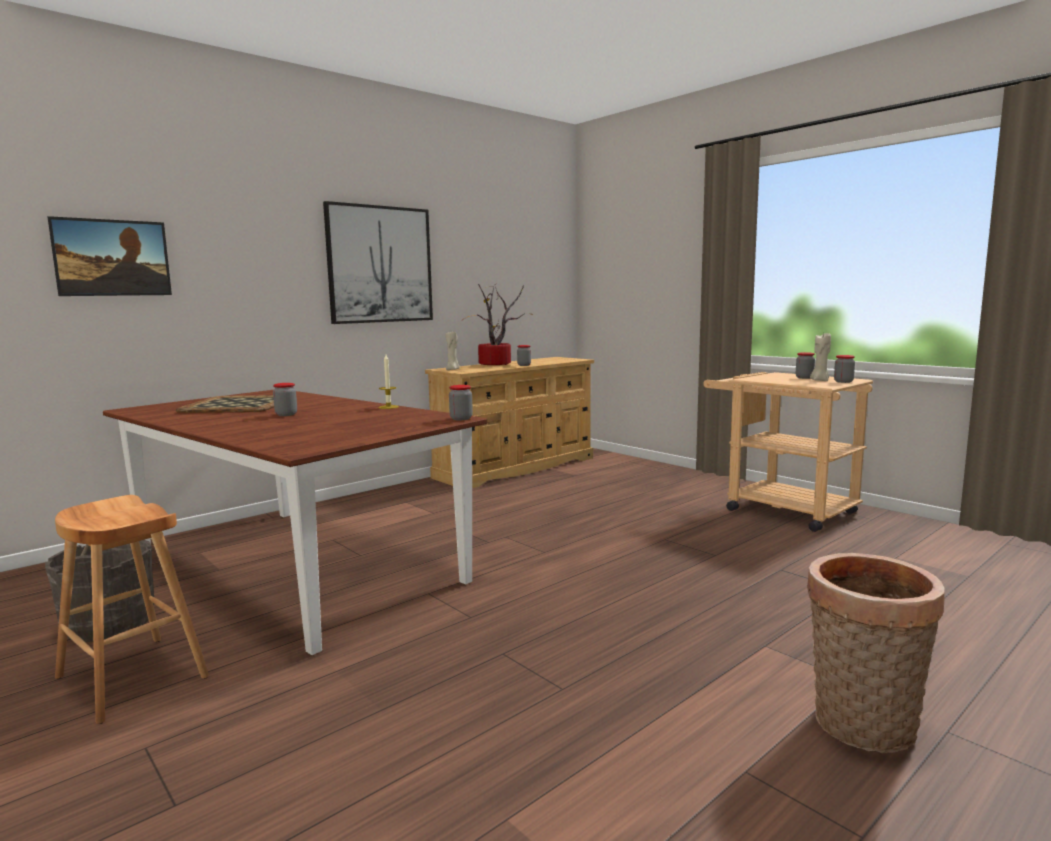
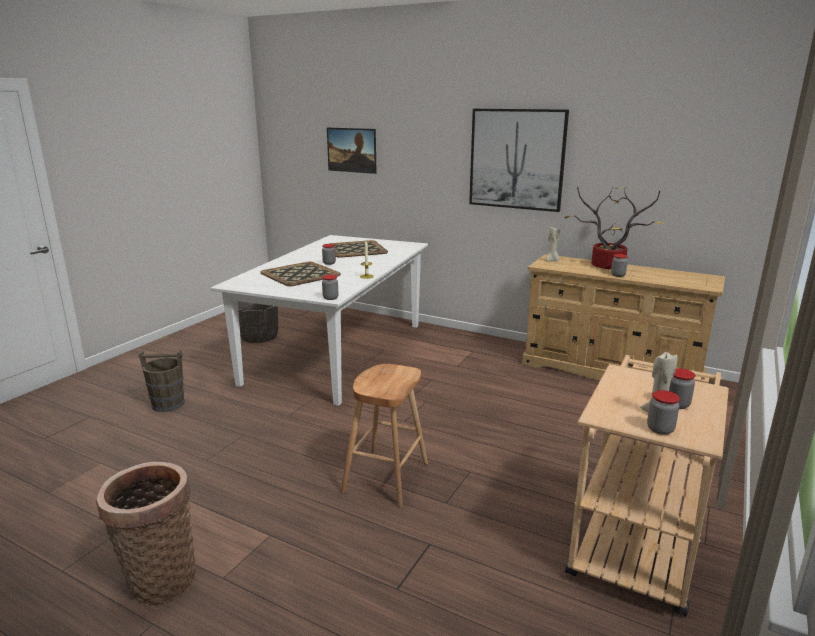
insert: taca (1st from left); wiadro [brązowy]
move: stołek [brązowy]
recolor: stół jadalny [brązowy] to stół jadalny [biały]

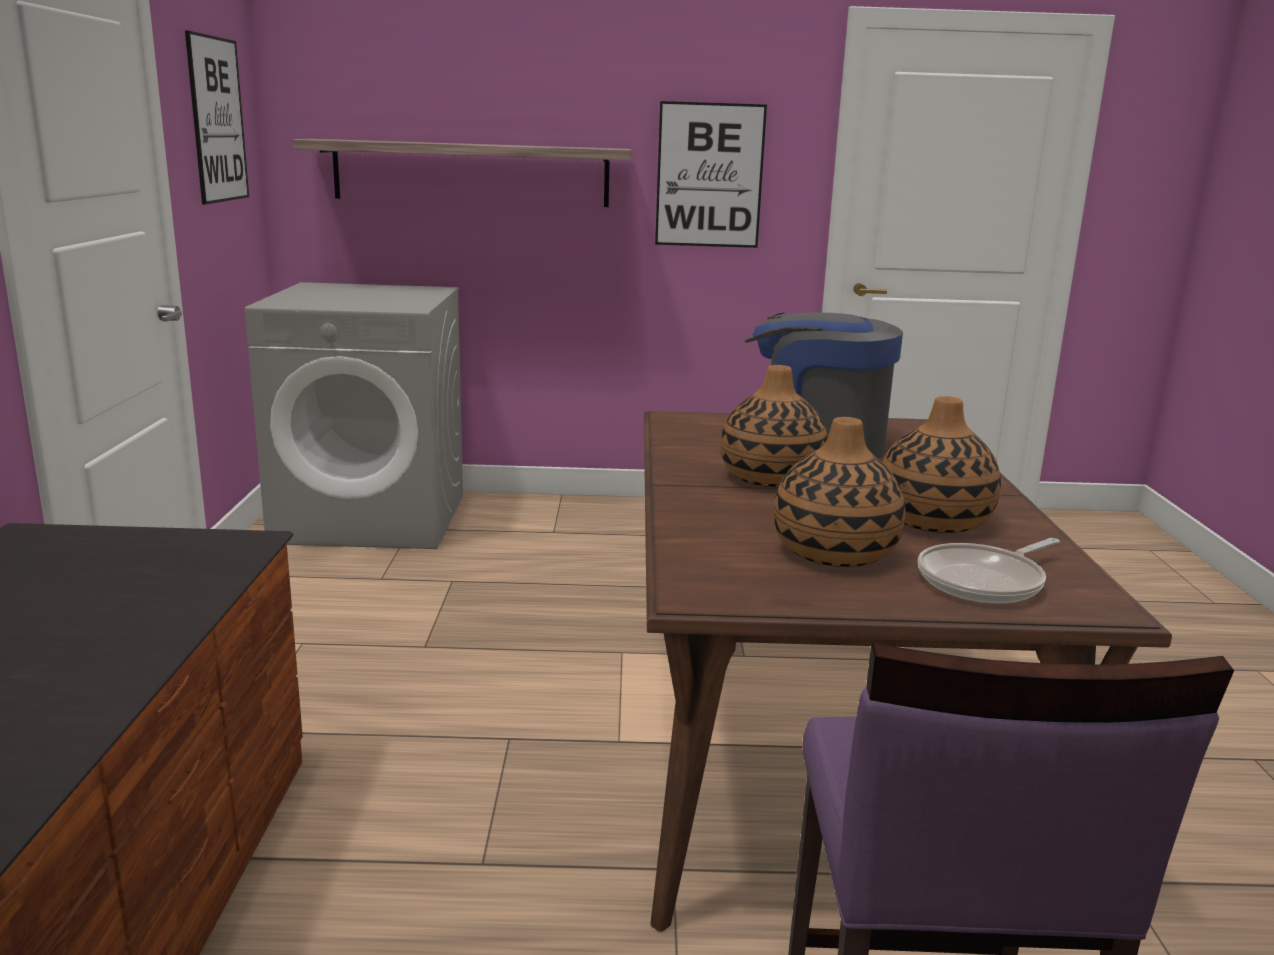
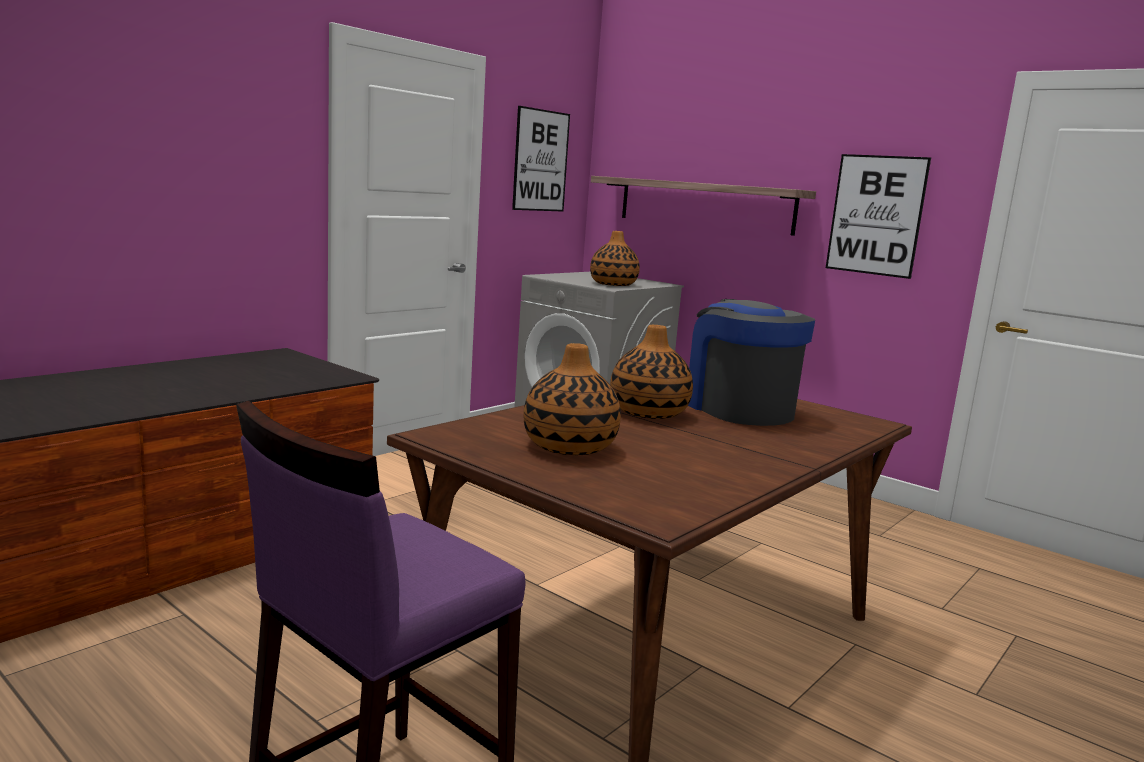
delete: patelnia
move: wazon (3rd from left in the first image) to wazon (2nd from left)

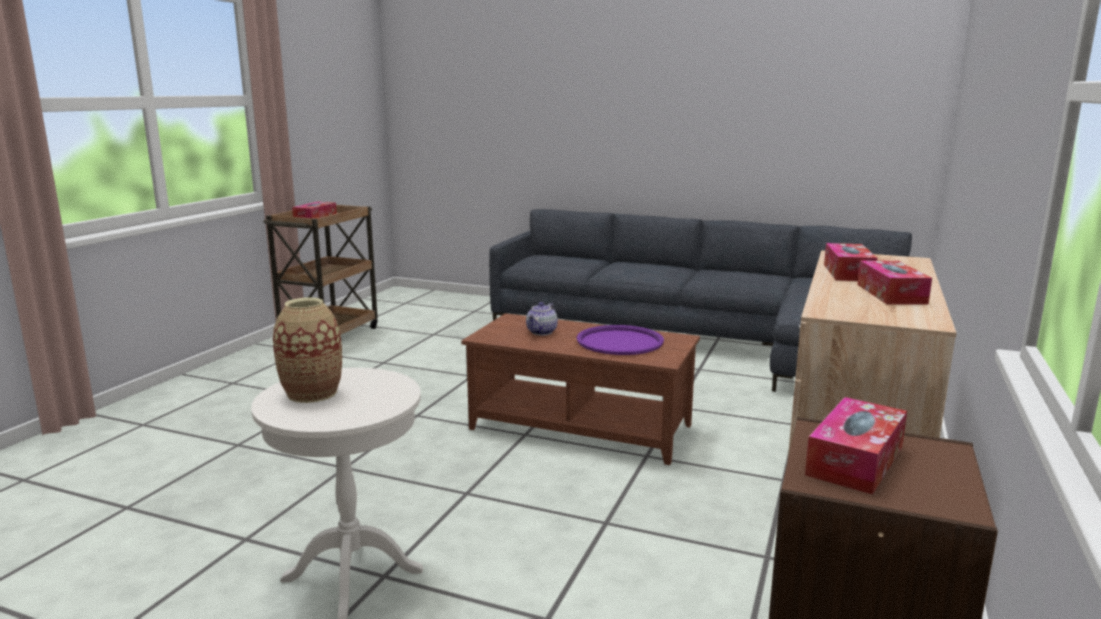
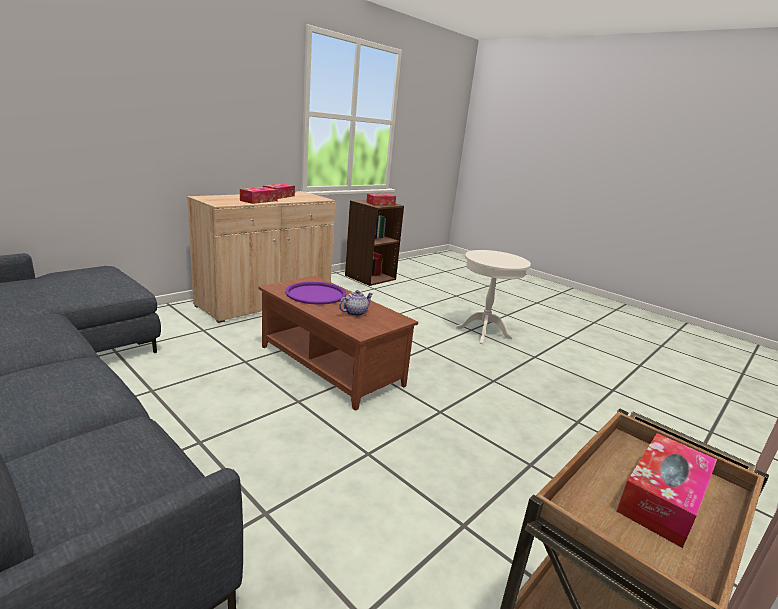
delete: wazon

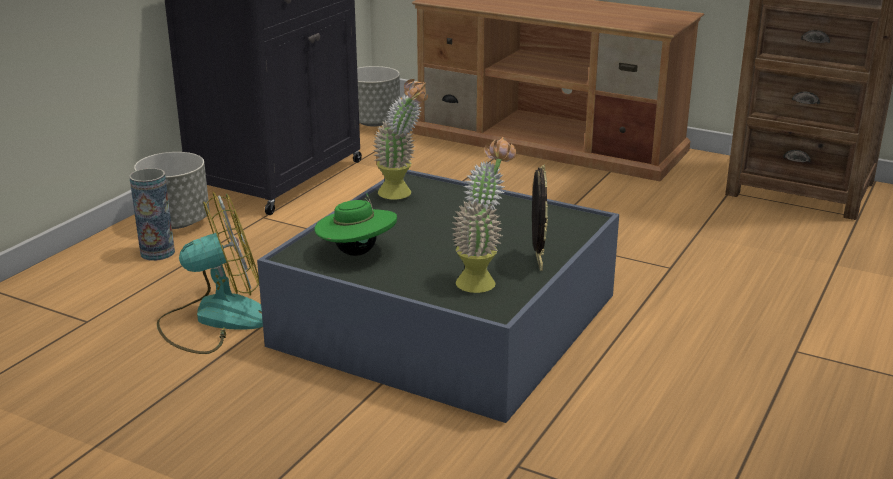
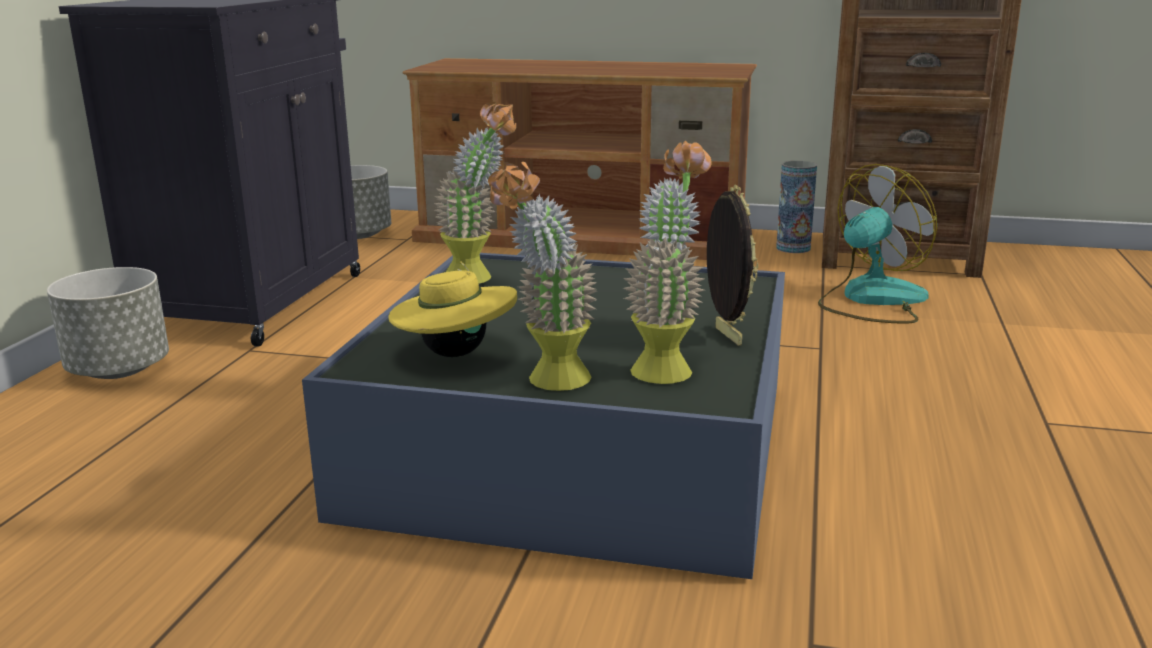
insert: roślina doniczkowa (2nd from left)
move: wazon; wentylator
recolor: kapelusz [zielony] to kapelusz [żółty]

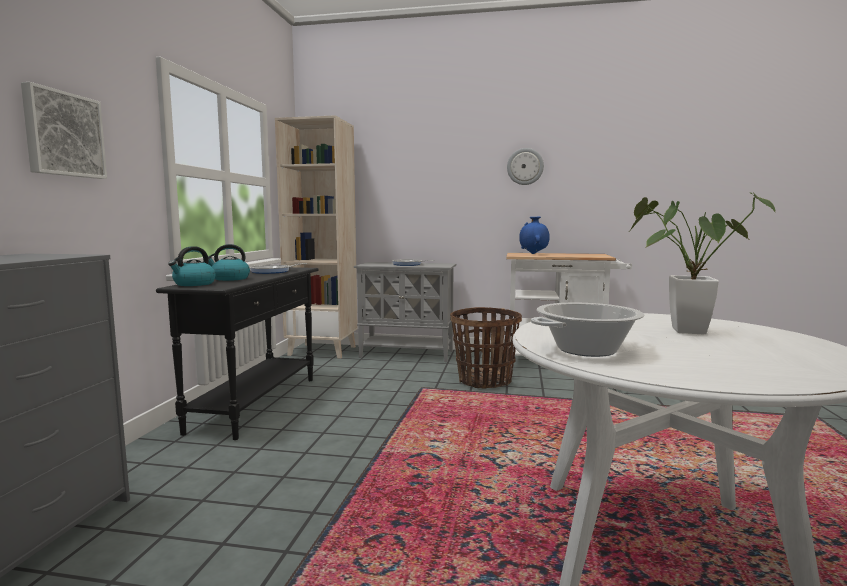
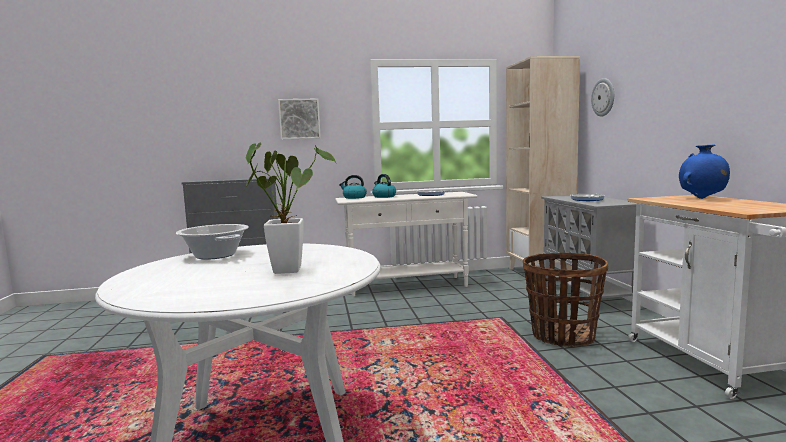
move: zegar ścienny
recolor: stolik konsolowy [czarny] to stolik konsolowy [biały]

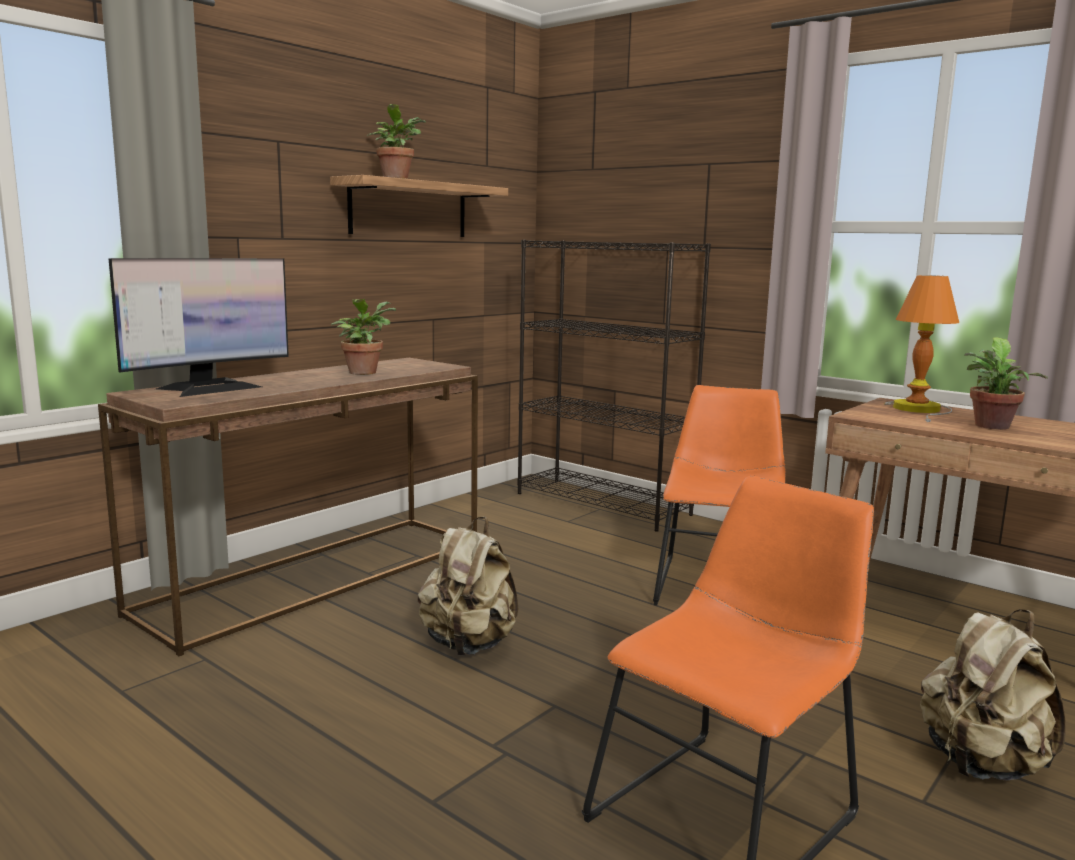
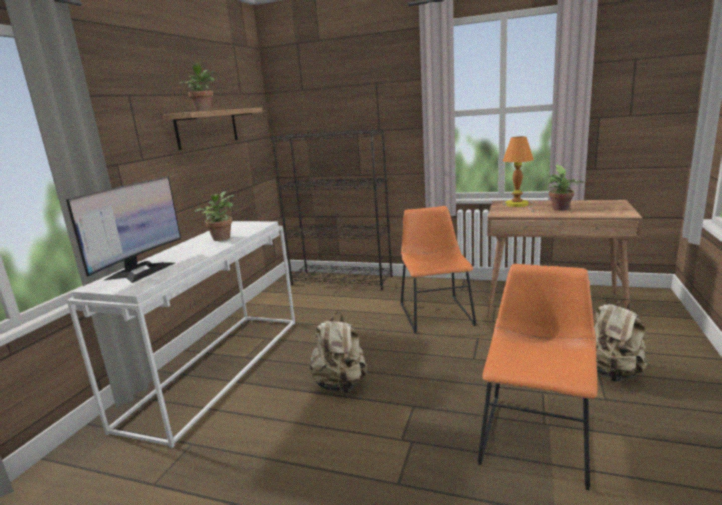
recolor: stolik konsolowy [brązowy] to stolik konsolowy [biały]

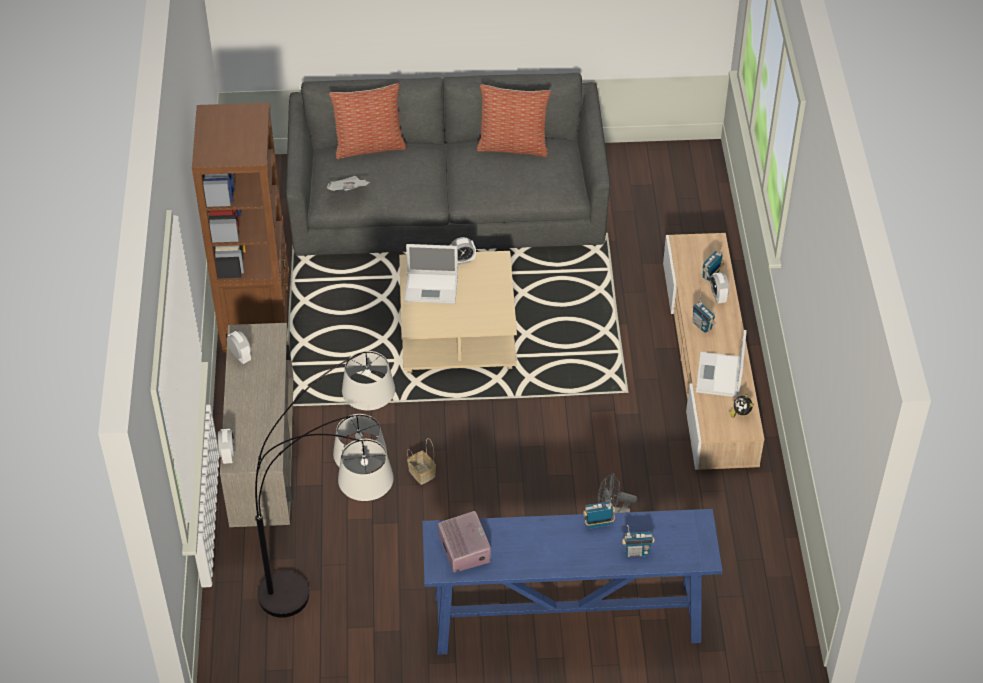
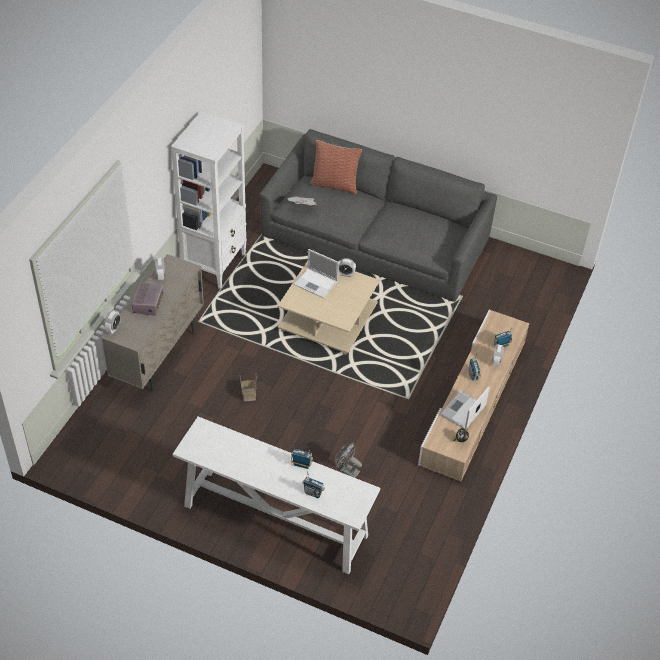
delete: poduszka (2nd from left); lampa stojąca
move: radio (1st from left)
recolor: regał [brązowy] to regał [biały]; stolik konsolowy [niebieski] to stolik konsolowy [biały]

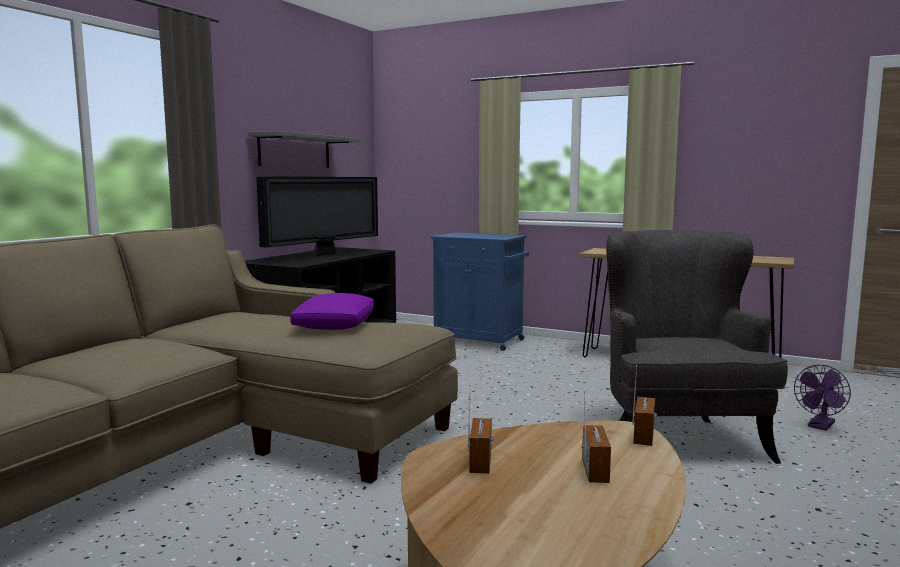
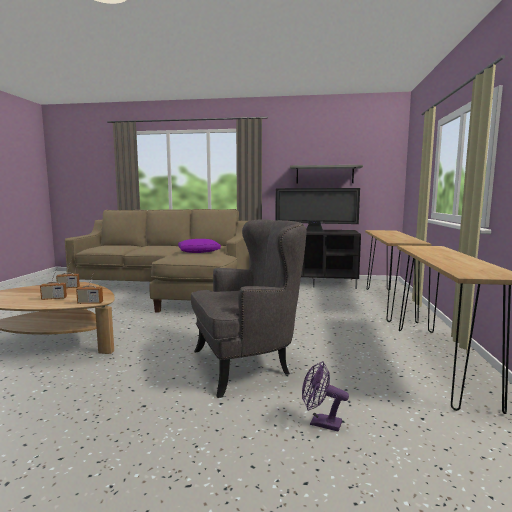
replace: szafka [niebieski] to stolik konsolowy [brązowy] (1st from left)

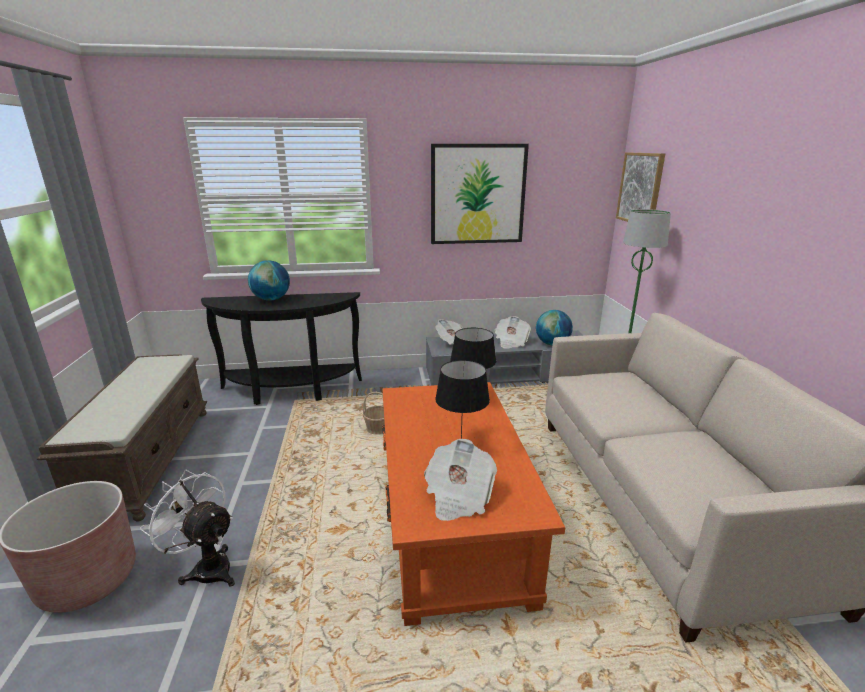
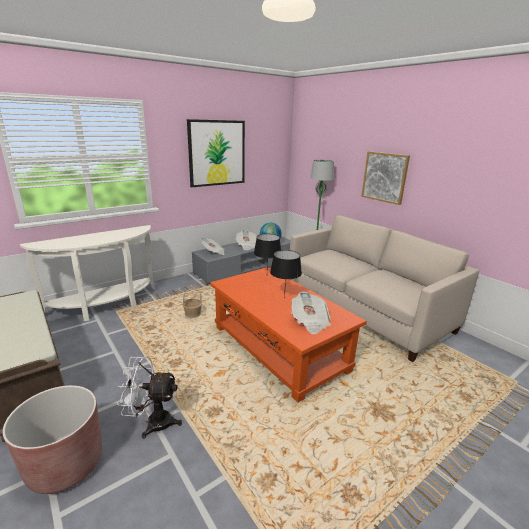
delete: globus (1st from left)
move: obraz (2nd from left)
recolor: stolik konsolowy [czarny] to stolik konsolowy [biały]

